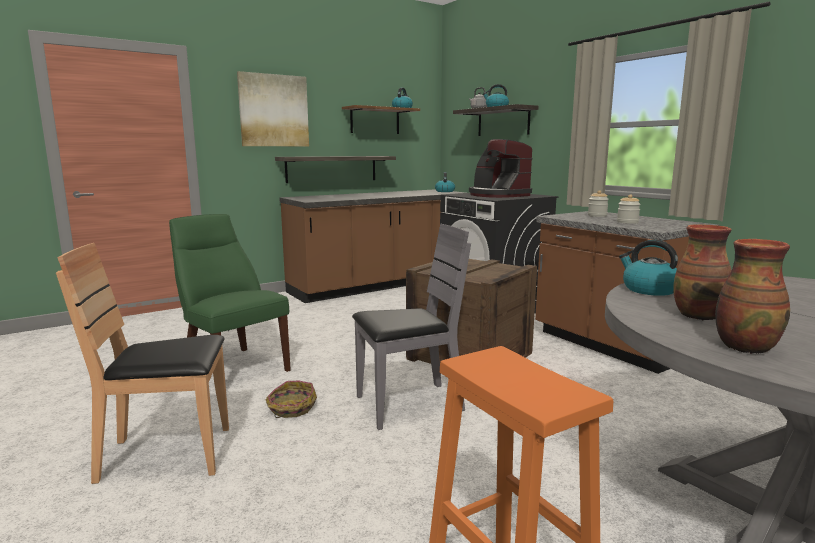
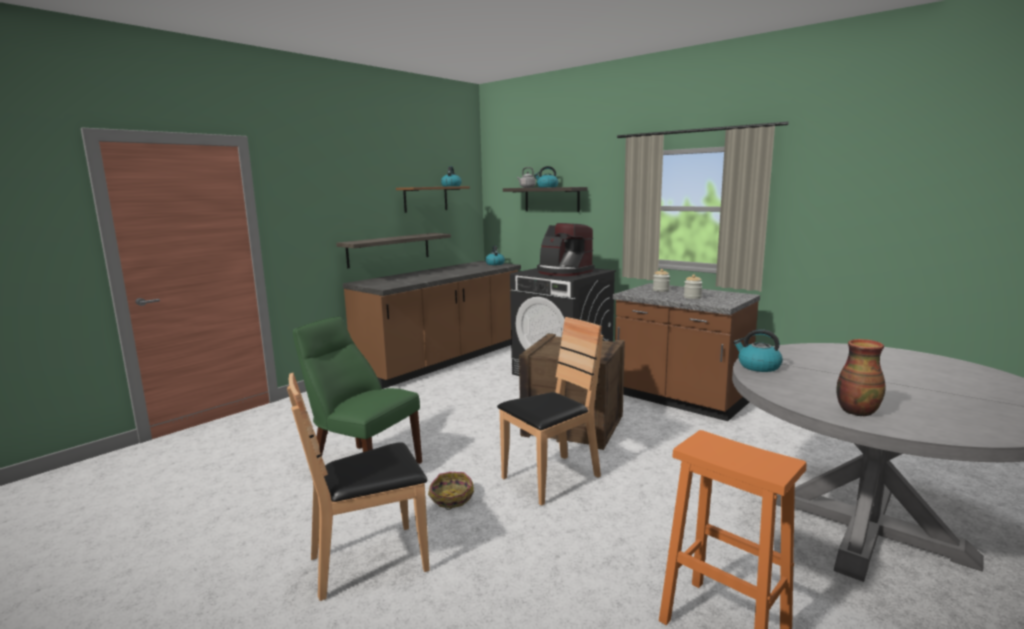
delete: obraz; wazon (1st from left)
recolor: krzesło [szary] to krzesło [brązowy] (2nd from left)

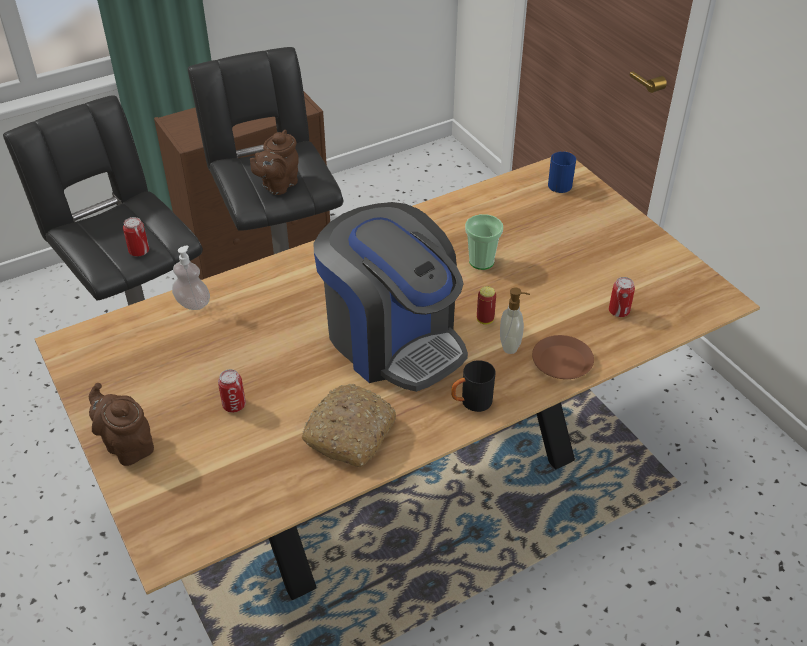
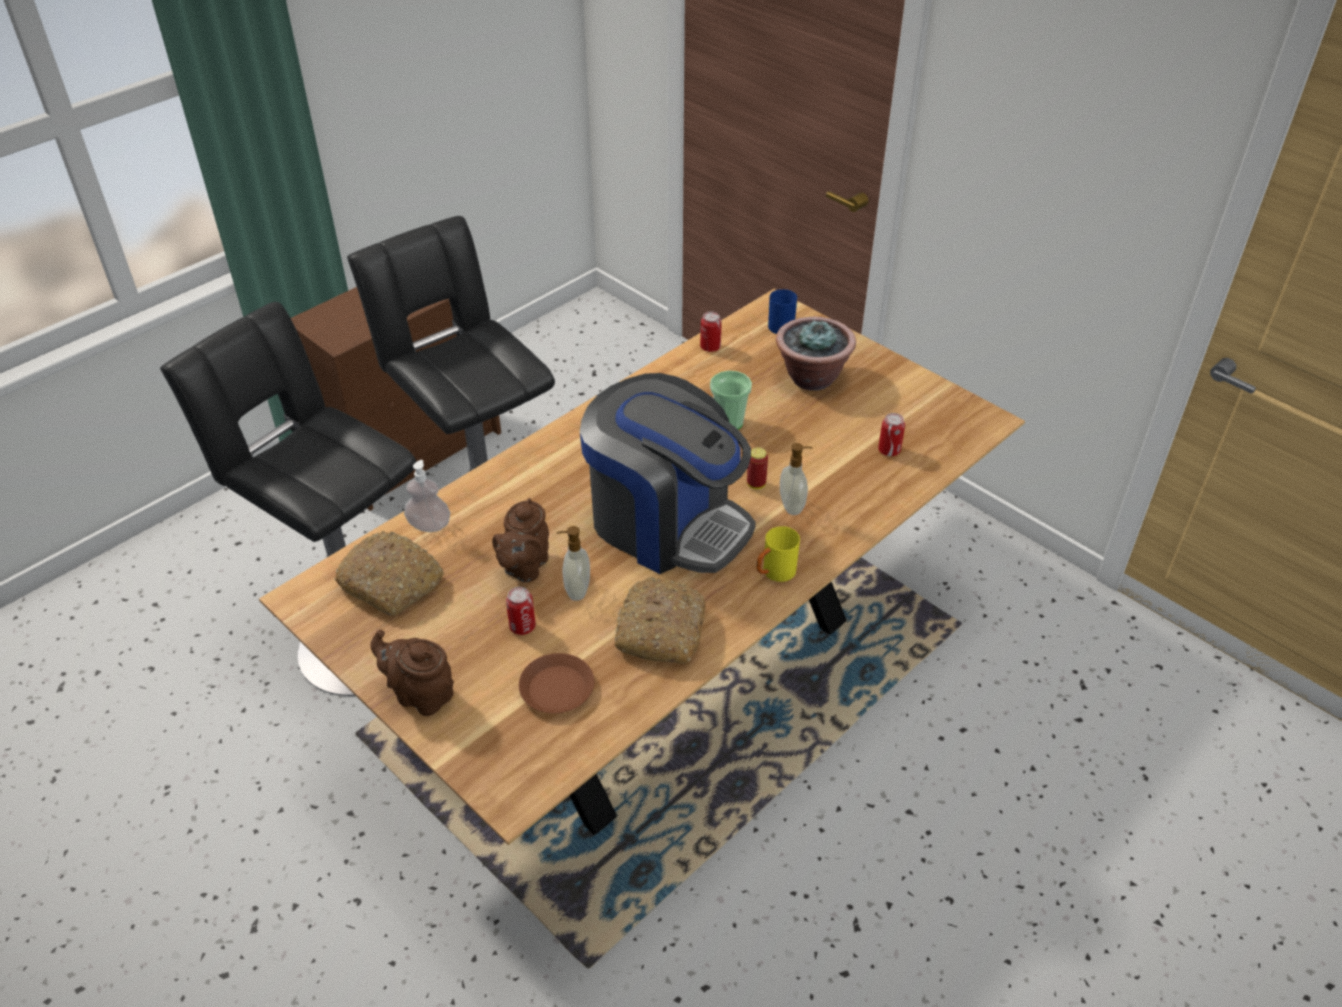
insert: roślina doniczkowa; dozownik mydła (2nd from left); chleb (1st from left)
move: imbryk [brązowy] (2nd from left); puszka (1st from left in the first image) to puszka (2nd from left); talerz [brązowy]
recolor: kubek [czarny] to kubek [żółty]

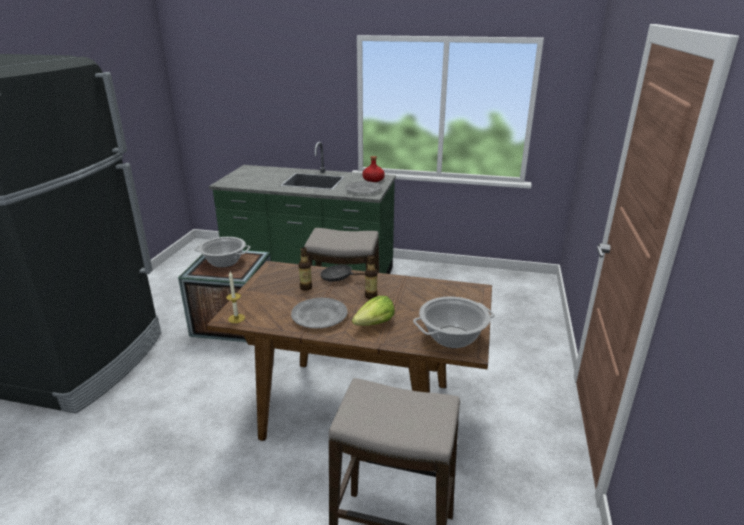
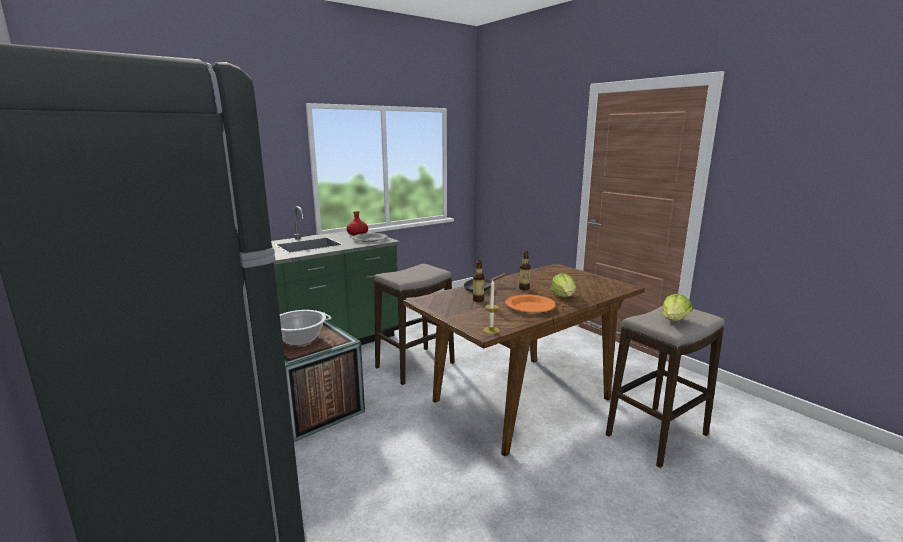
delete: garnek (2nd from left)
insert: sałata (2nd from left)
recolor: talerz [szary] (1st from left) to talerz [pomarańczowy]

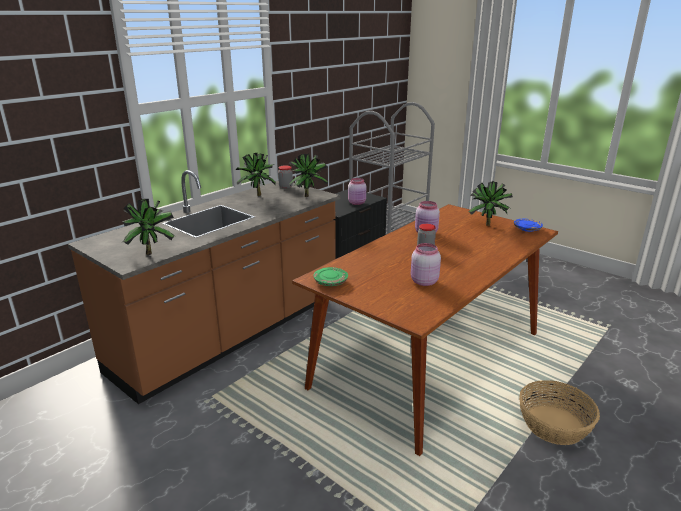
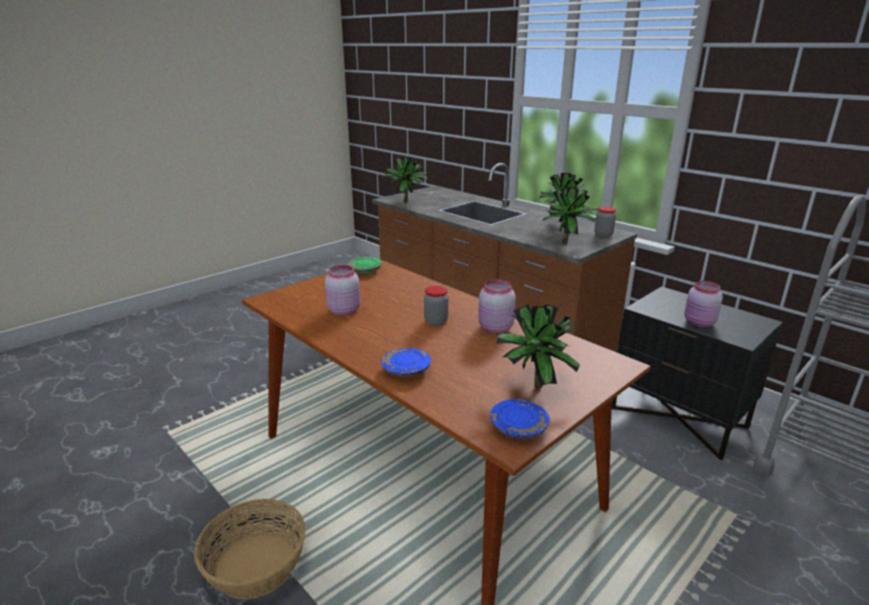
insert: talerz [niebieski] (1st from left)

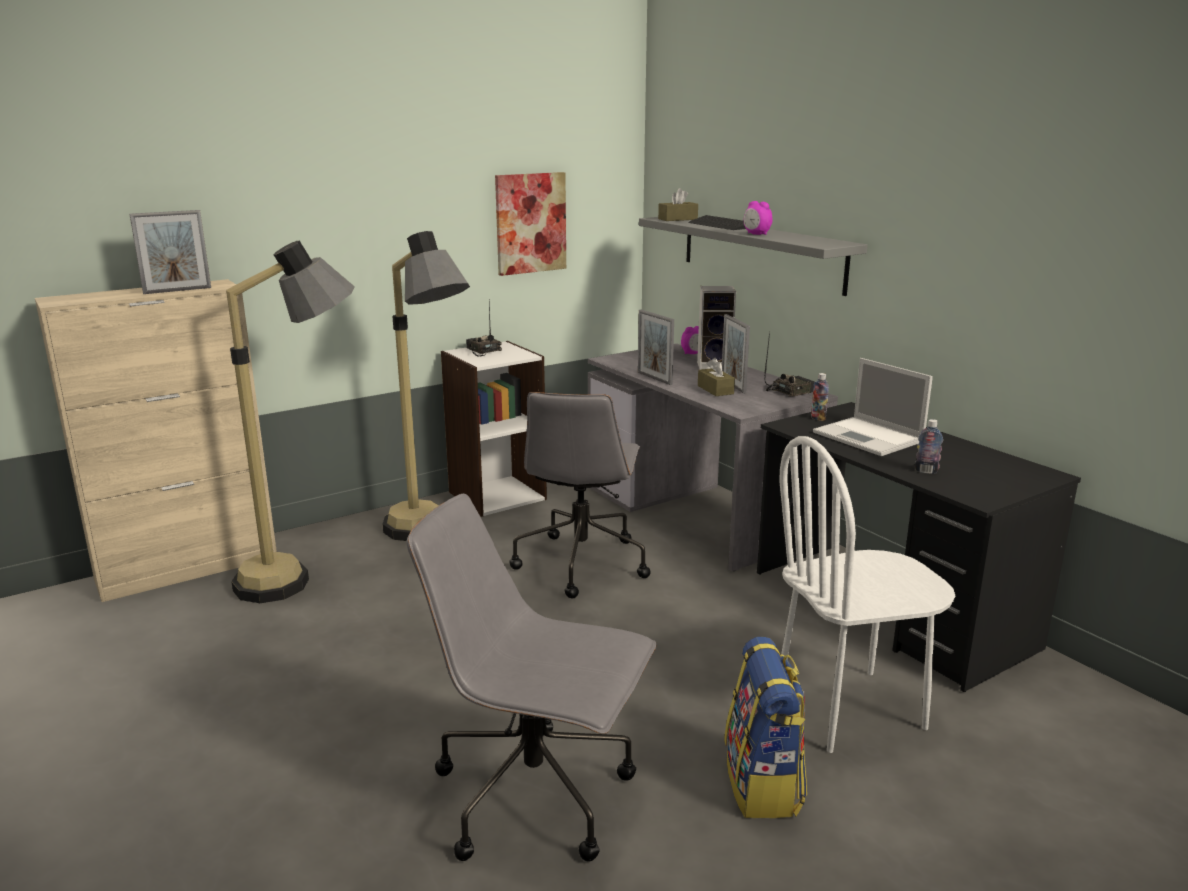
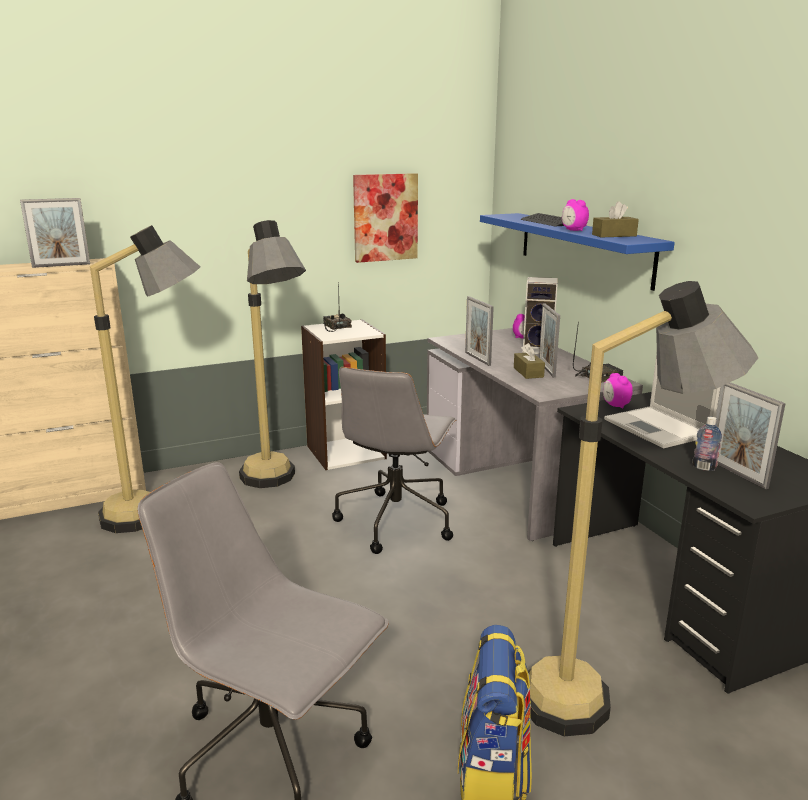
insert: ramka na zdjęcie (4th from left)
move: pudełko chusteczek [brązowy] (1st from left in the first image) to pudełko chusteczek [brązowy] (2nd from left)
replace: butelka (1st from left) to budzik (3rd from left); krzesło [biały] to lampa stojąca (3rd from left)
recolor: półka [szary] to półka [niebieski]

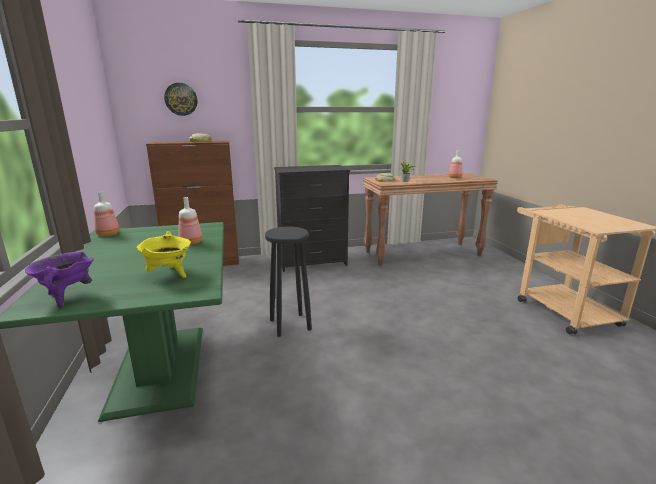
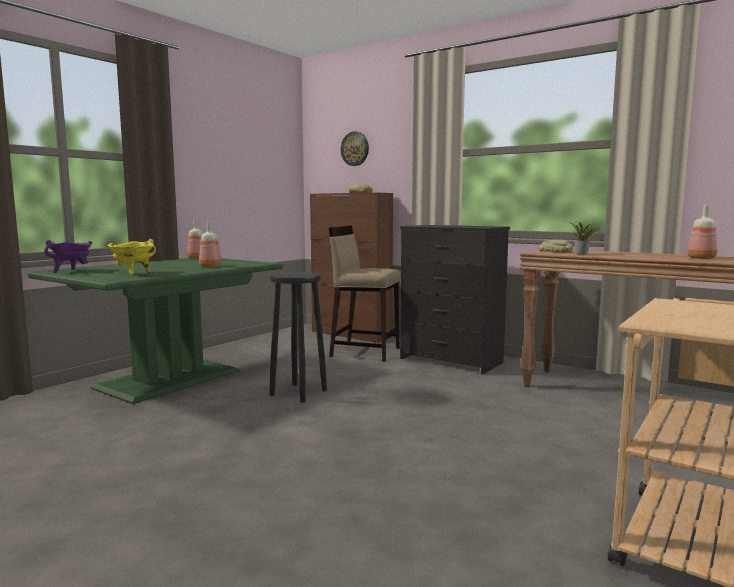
insert: stołek [beżowy]

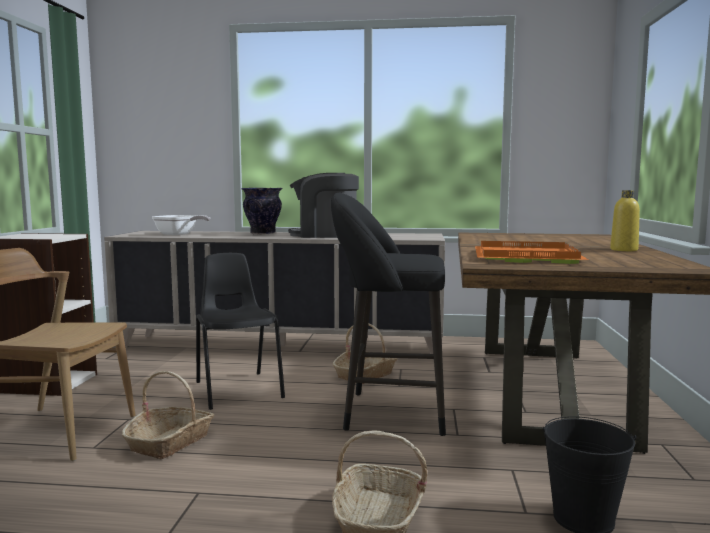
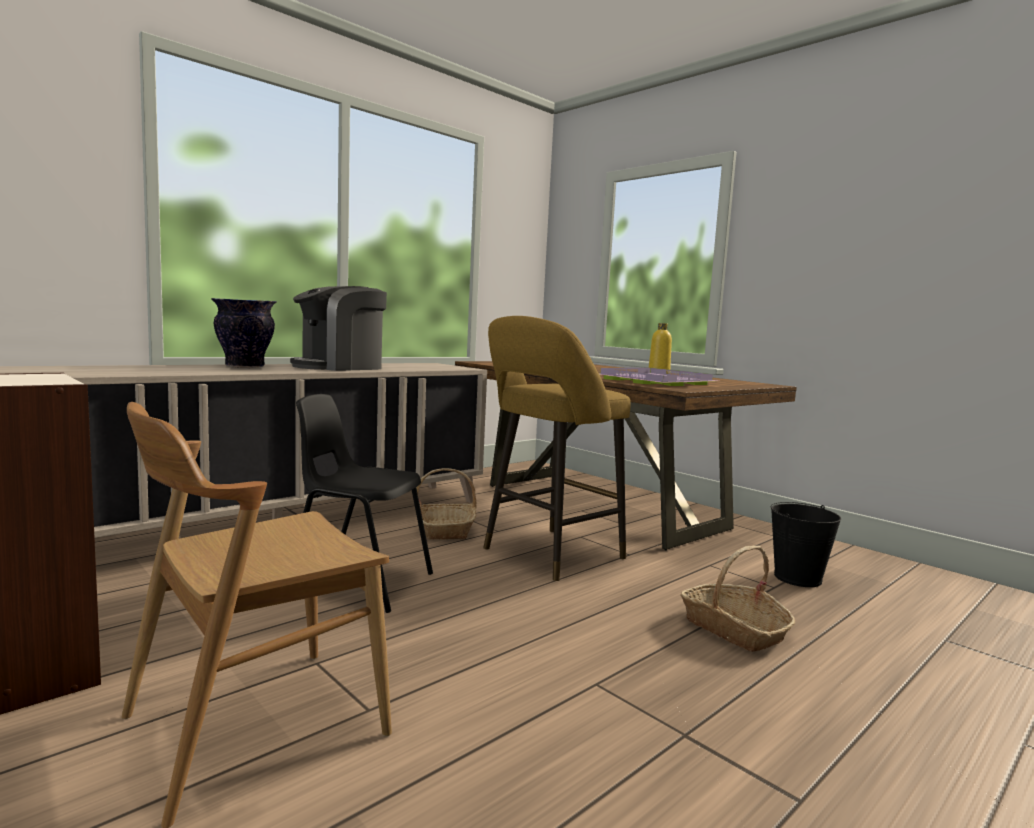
delete: patelnia; koszyk (1st from left)
recolor: stołek [czarny] to stołek [żółty]; taca [pomarańczowy] to taca [fioletowy]

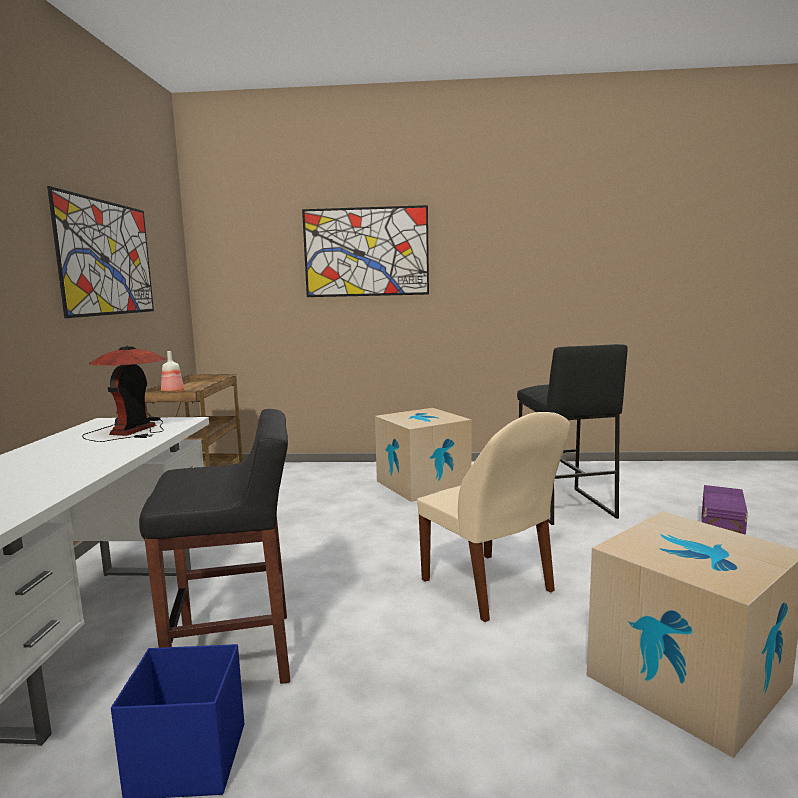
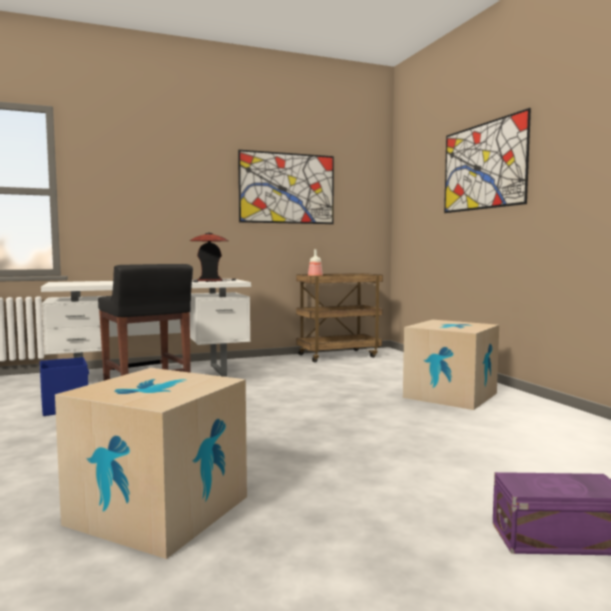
delete: stołek [czarny] (2nd from left); krzesło [beżowy]

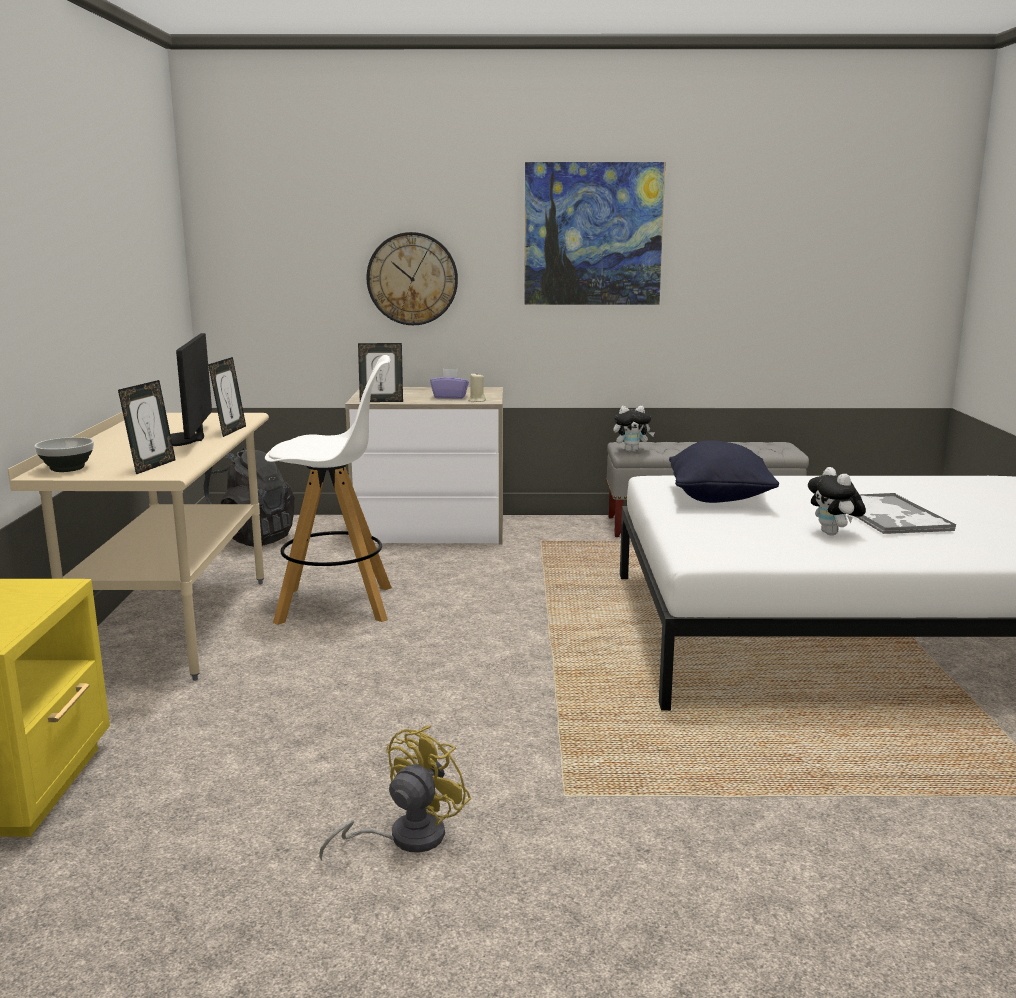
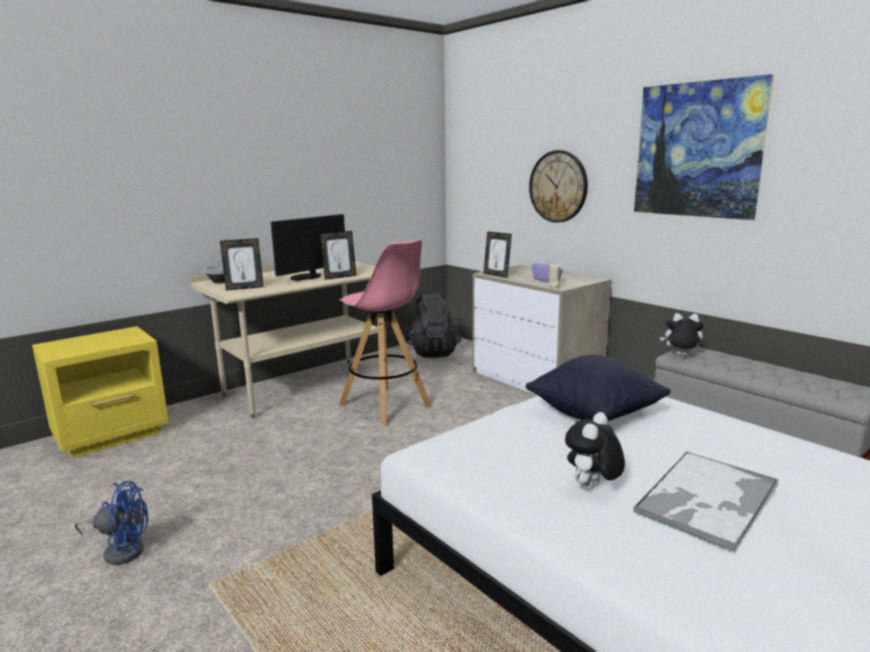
recolor: stołek [biały] to stołek [różowy]; wentylator [żółty] to wentylator [niebieski]
rotate: pluszak (1st from left in the first image) 150 degrees clockwise

